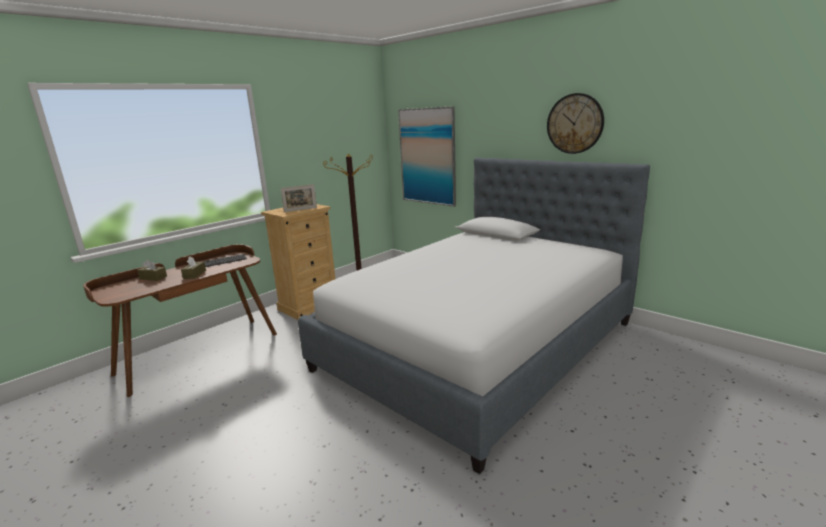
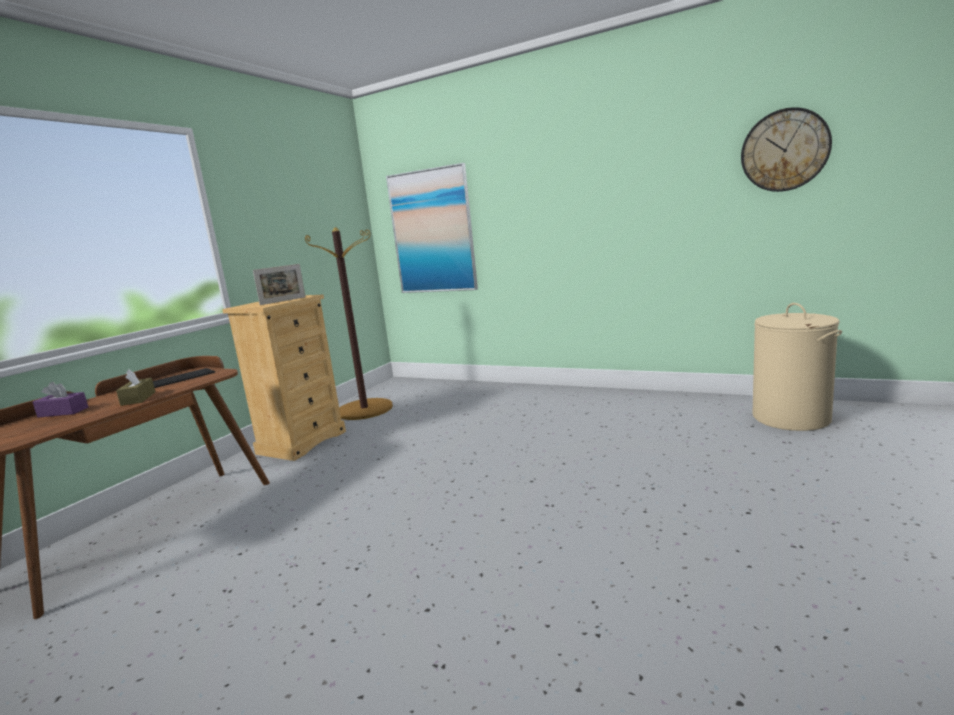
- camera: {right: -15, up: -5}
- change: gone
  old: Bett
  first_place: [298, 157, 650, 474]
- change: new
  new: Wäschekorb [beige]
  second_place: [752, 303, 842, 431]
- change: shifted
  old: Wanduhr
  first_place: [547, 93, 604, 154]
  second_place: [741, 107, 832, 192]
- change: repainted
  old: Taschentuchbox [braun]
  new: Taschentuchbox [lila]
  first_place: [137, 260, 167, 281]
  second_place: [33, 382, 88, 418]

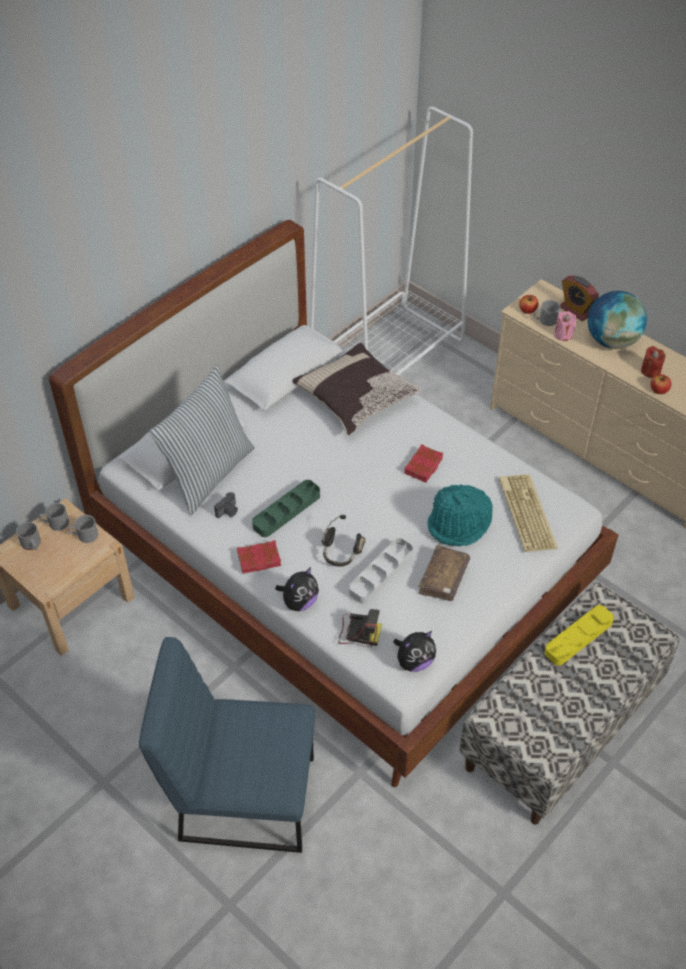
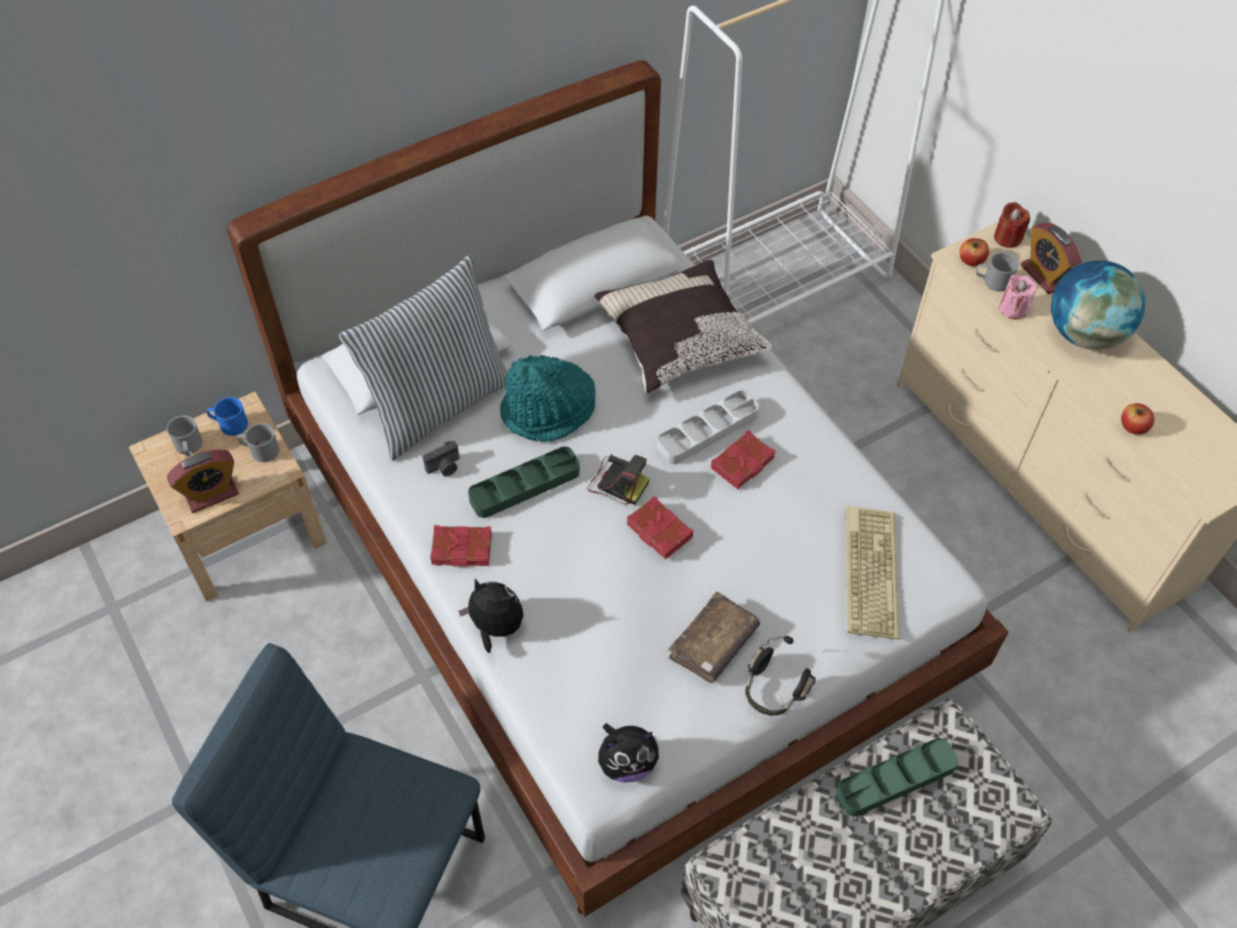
- camera: {right: 15, up: 5}
- change: new
  new: Wecker
  second_place: [167, 450, 239, 513]
- change: new
  new: Buch [rot]
  second_place: [627, 496, 693, 560]
- change: shifted
  old: Kopfhörer [schwarz]
  first_place: [321, 515, 366, 567]
  second_place: [745, 636, 816, 716]
- change: shifted
  old: Kamera
  first_place: [338, 609, 382, 647]
  second_place: [587, 454, 649, 505]
- change: shifted
  old: Tablett [grau]
  first_place: [349, 538, 413, 604]
  second_place: [657, 390, 759, 464]
- change: shifted
  old: Hut [türkis]
  first_place: [428, 484, 493, 546]
  second_place: [500, 355, 596, 442]
- change: shifted
  old: Kerze [rot]
  first_place: [641, 346, 666, 378]
  second_place: [994, 202, 1030, 248]
- change: repainted
  old: Henkelbecher [grau]
  new: Henkelbecher [blau]
  first_place: [39, 503, 69, 531]
  second_place: [207, 397, 248, 436]
- change: repainted
  old: Tablett [gelb]
  new: Tablett [grün]
  first_place: [545, 605, 614, 666]
  second_place: [836, 738, 958, 816]
- change: rotated
  old: Plüschtier
  first_place: [275, 567, 319, 611]
  second_place: [458, 579, 523, 653]
  degrees: -120

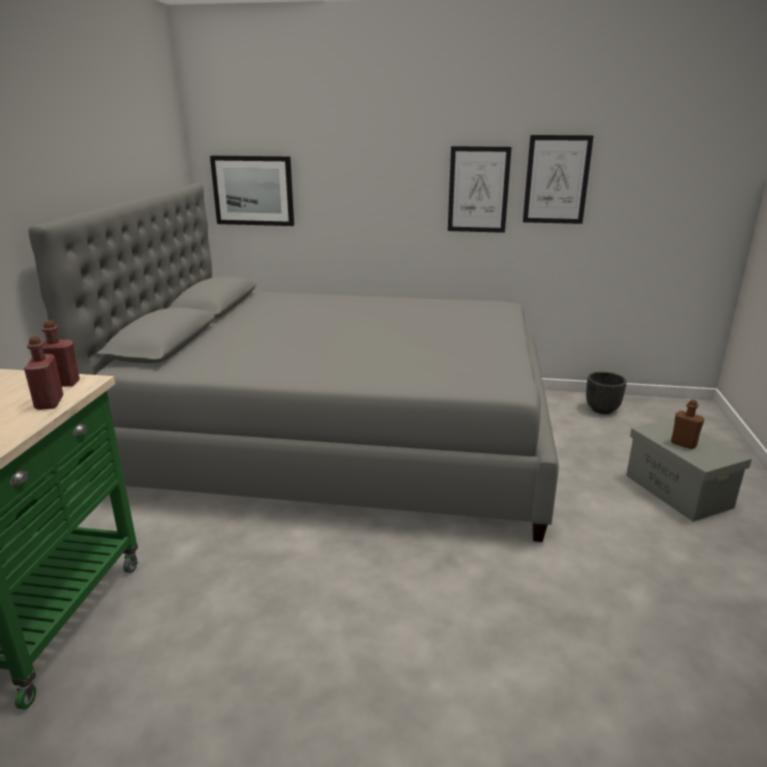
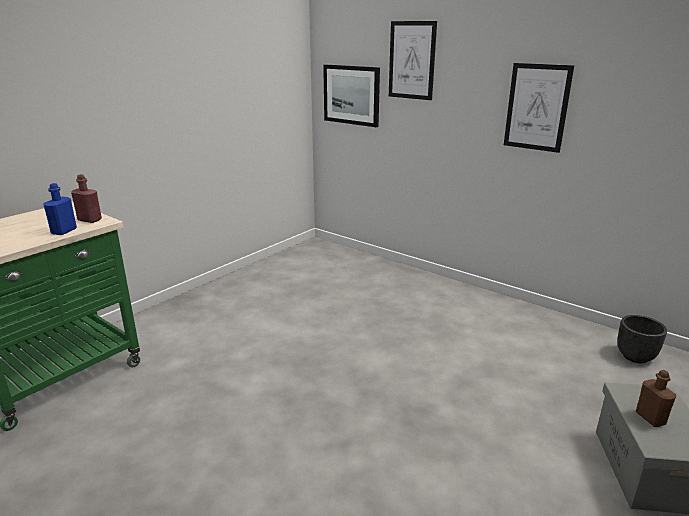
- camera: {right: 30, up: 0}
- change: gone
  old: Bett [grau]
  first_place: [28, 183, 559, 542]
- change: shifted
  old: Bild
  first_place: [523, 135, 594, 224]
  second_place: [389, 21, 437, 100]
- change: repainted
  old: Flasche [rot]
  new: Flasche [blau]
  first_place: [24, 336, 64, 410]
  second_place: [43, 183, 77, 235]

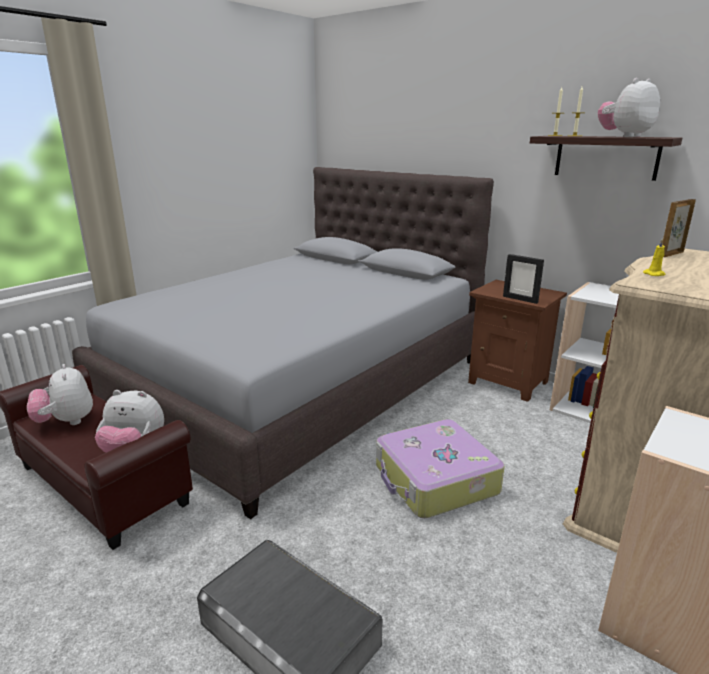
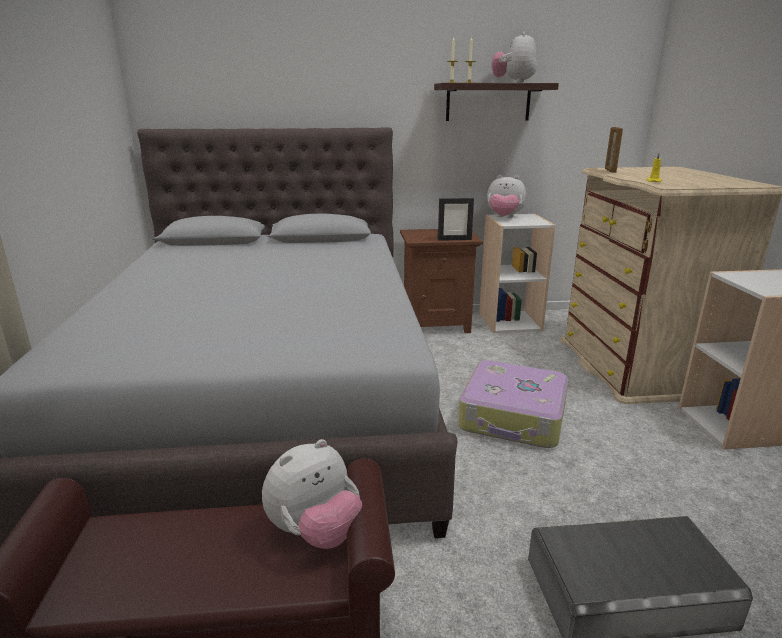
- camera: {right: -45, up: 0}
- change: shifted
  old: Plüschtier
  first_place: [27, 364, 93, 425]
  second_place: [487, 175, 526, 218]

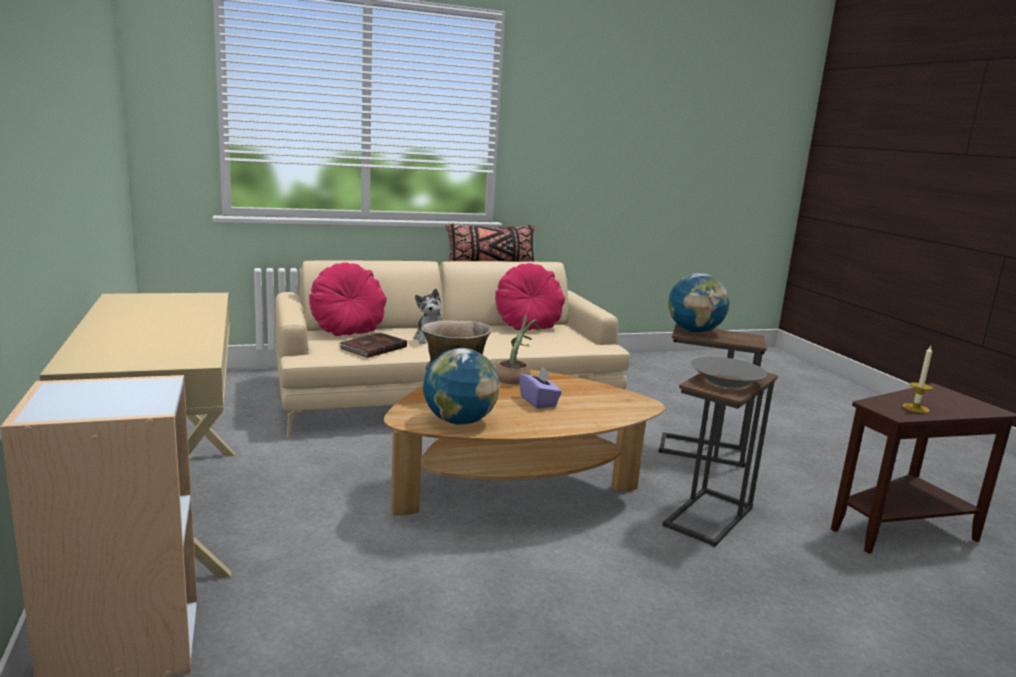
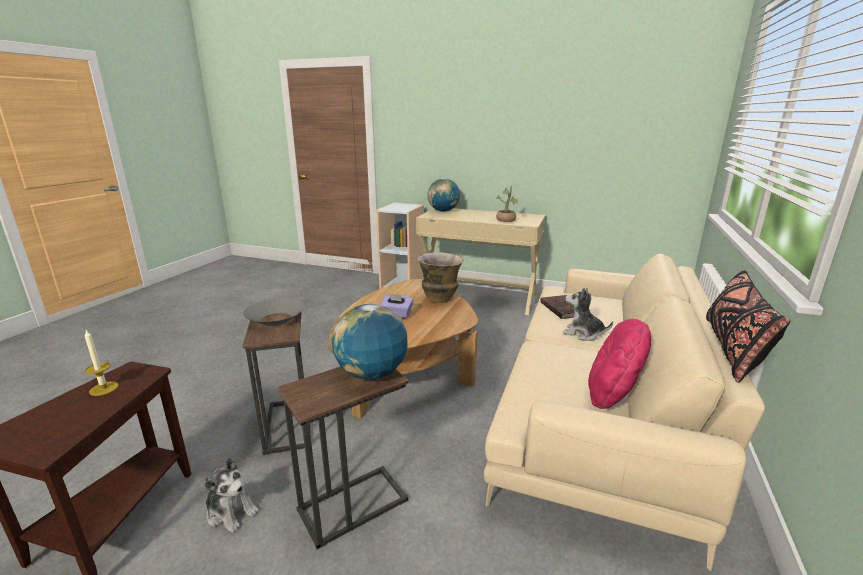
- camera: {right: 130, up: 5}
- change: gone
  old: Kissen [rosa]
  first_place: [309, 262, 386, 336]
- change: new
  new: Plüschtier
  second_place: [205, 458, 259, 533]
- change: shifted
  old: Globus
  first_place: [423, 348, 499, 425]
  second_place: [427, 179, 460, 212]
- change: shifted
  old: Topfpflanze
  first_place: [495, 315, 541, 385]
  second_place: [496, 186, 518, 222]

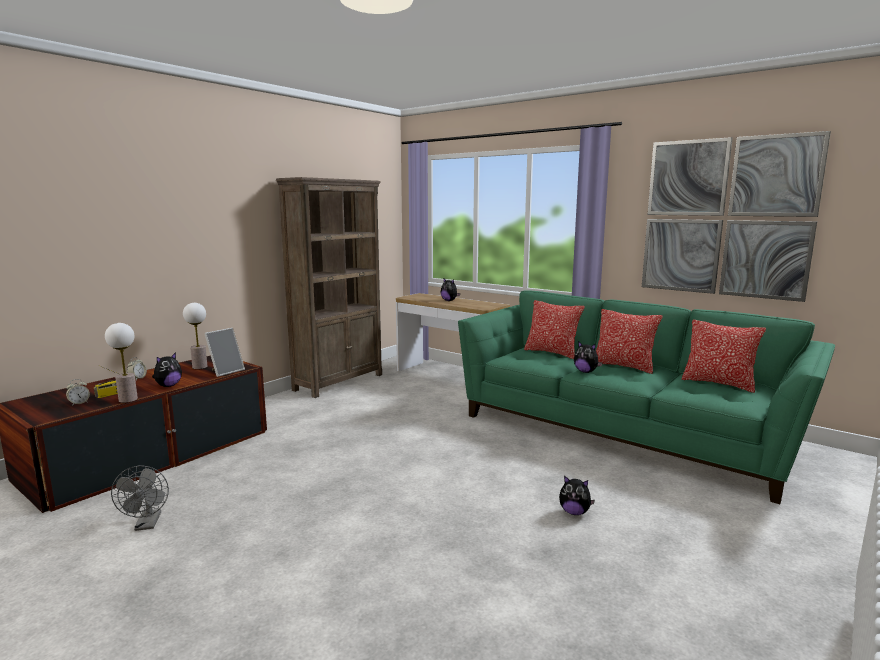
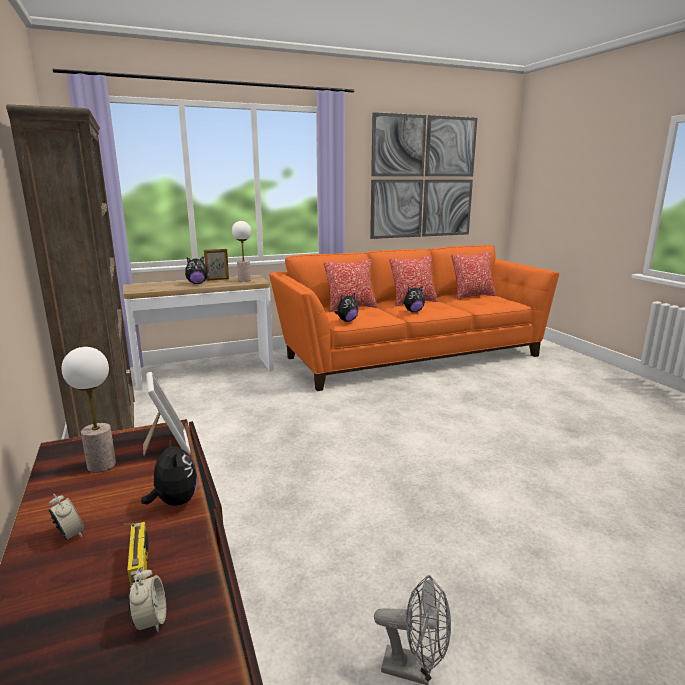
- camera: {right: -60, up: 5}
- change: new
  new: Bilderrahmen
  second_place: [204, 249, 229, 281]
- change: shifted
  old: Tischlampe
  first_place: [105, 323, 138, 403]
  second_place: [232, 221, 251, 282]
- change: shifted
  old: Plüschtier
  first_place: [559, 476, 595, 515]
  second_place: [334, 293, 358, 322]
- change: repainted
  old: Sofa [grün]
  new: Sofa [orange]
  first_place: [458, 290, 835, 504]
  second_place: [269, 245, 559, 391]

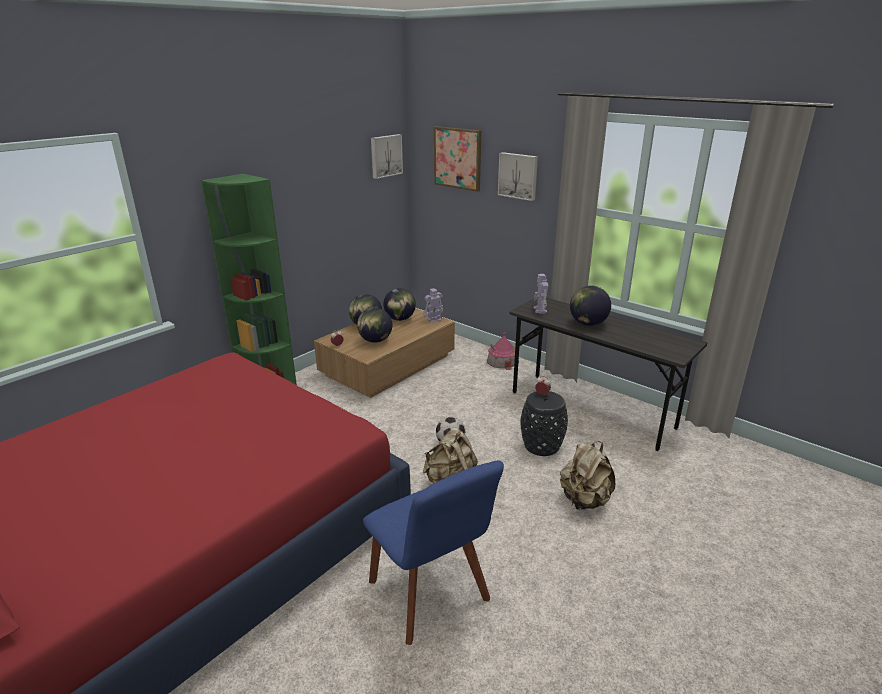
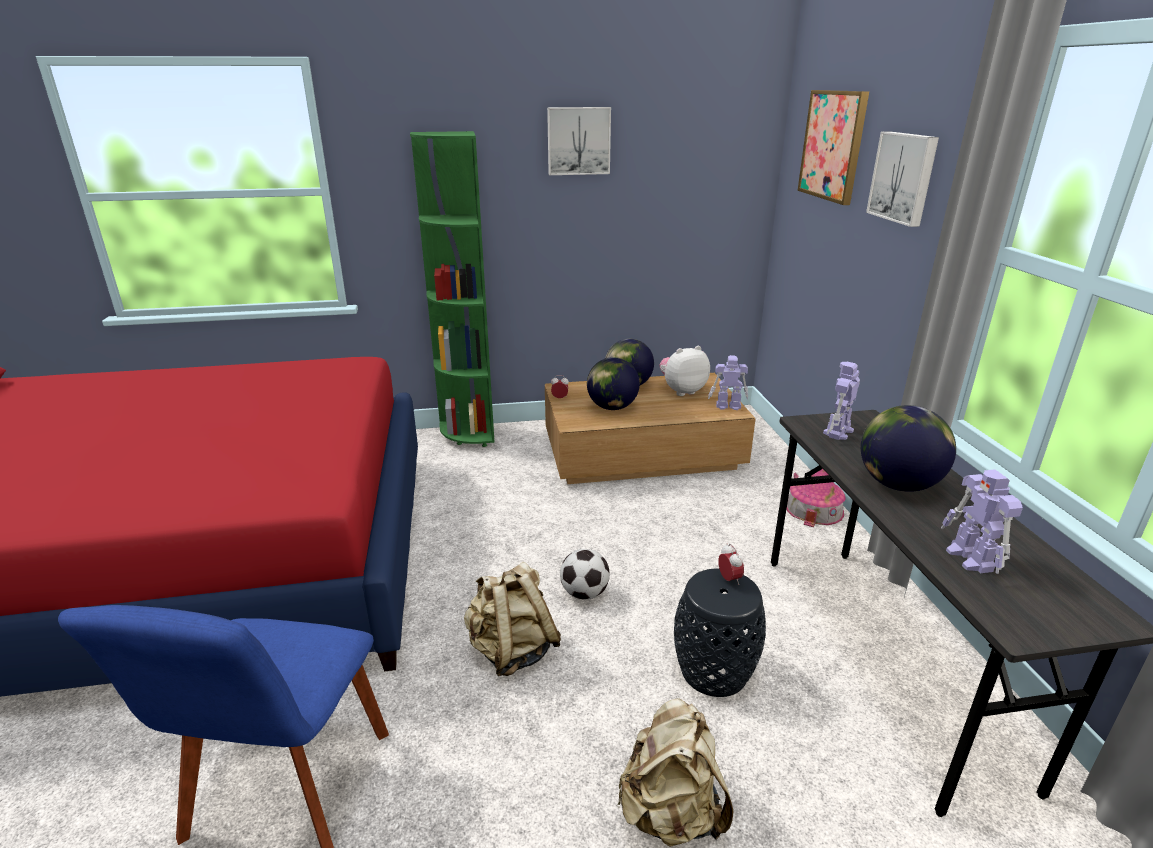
- camera: {right: 40, up: 0}
- change: new
  new: Spielzeugroboter
  second_place: [941, 469, 1023, 574]
- change: shifted
  old: Bild
  first_place: [371, 134, 403, 179]
  second_place: [547, 107, 611, 175]
- change: swapped
  old: Globus
  new: Plüschtier
  first_place: [383, 288, 416, 321]
  second_place: [660, 346, 710, 396]

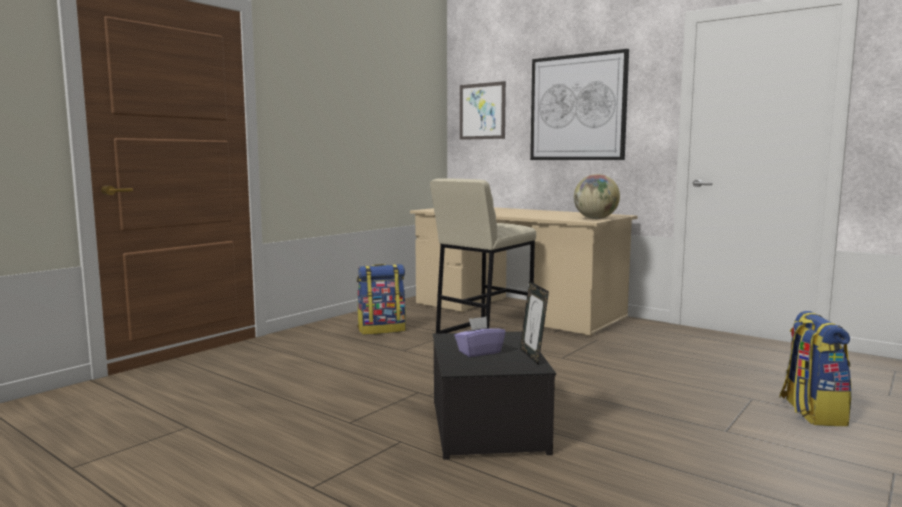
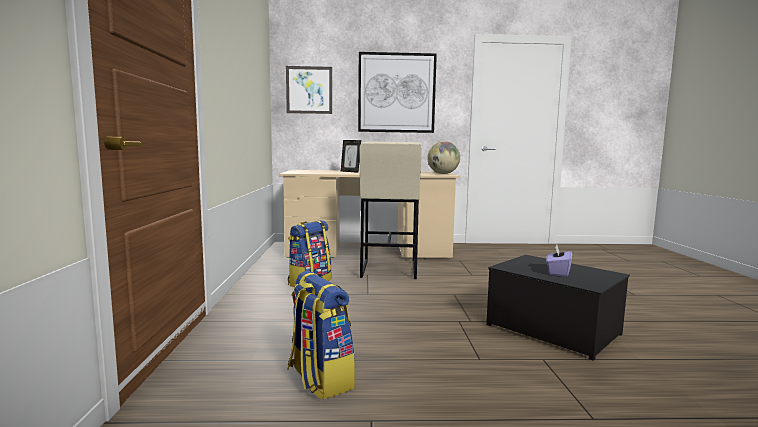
- camera: {right: -40, up: 0}
- change: shifted
  old: Bilderrahmen
  first_place: [520, 281, 549, 365]
  second_place: [341, 140, 361, 173]
- change: shifted
  old: Rucksack
  first_place: [779, 311, 852, 426]
  second_place: [287, 271, 355, 400]

